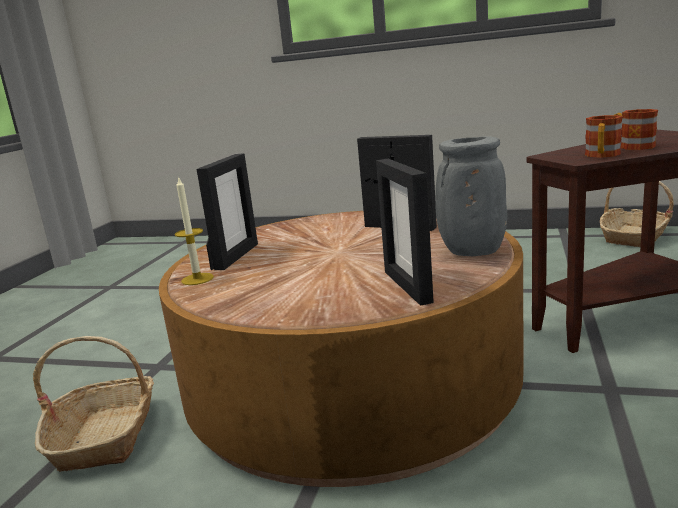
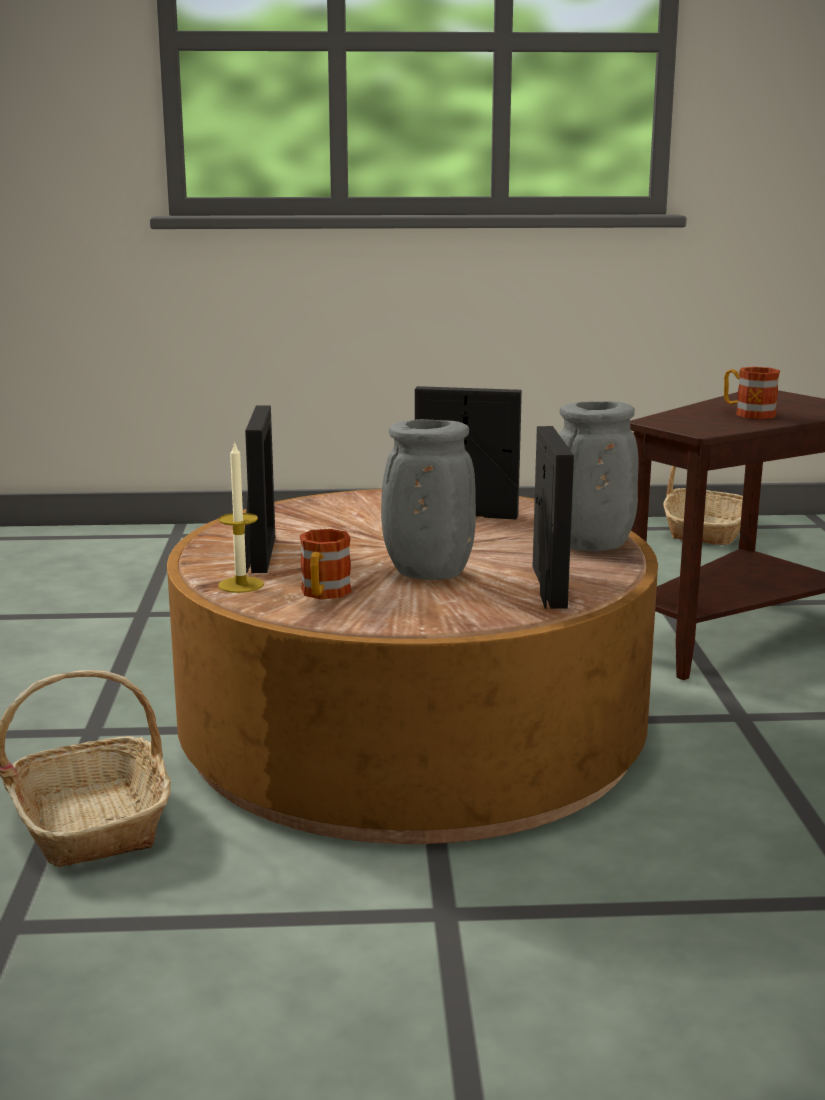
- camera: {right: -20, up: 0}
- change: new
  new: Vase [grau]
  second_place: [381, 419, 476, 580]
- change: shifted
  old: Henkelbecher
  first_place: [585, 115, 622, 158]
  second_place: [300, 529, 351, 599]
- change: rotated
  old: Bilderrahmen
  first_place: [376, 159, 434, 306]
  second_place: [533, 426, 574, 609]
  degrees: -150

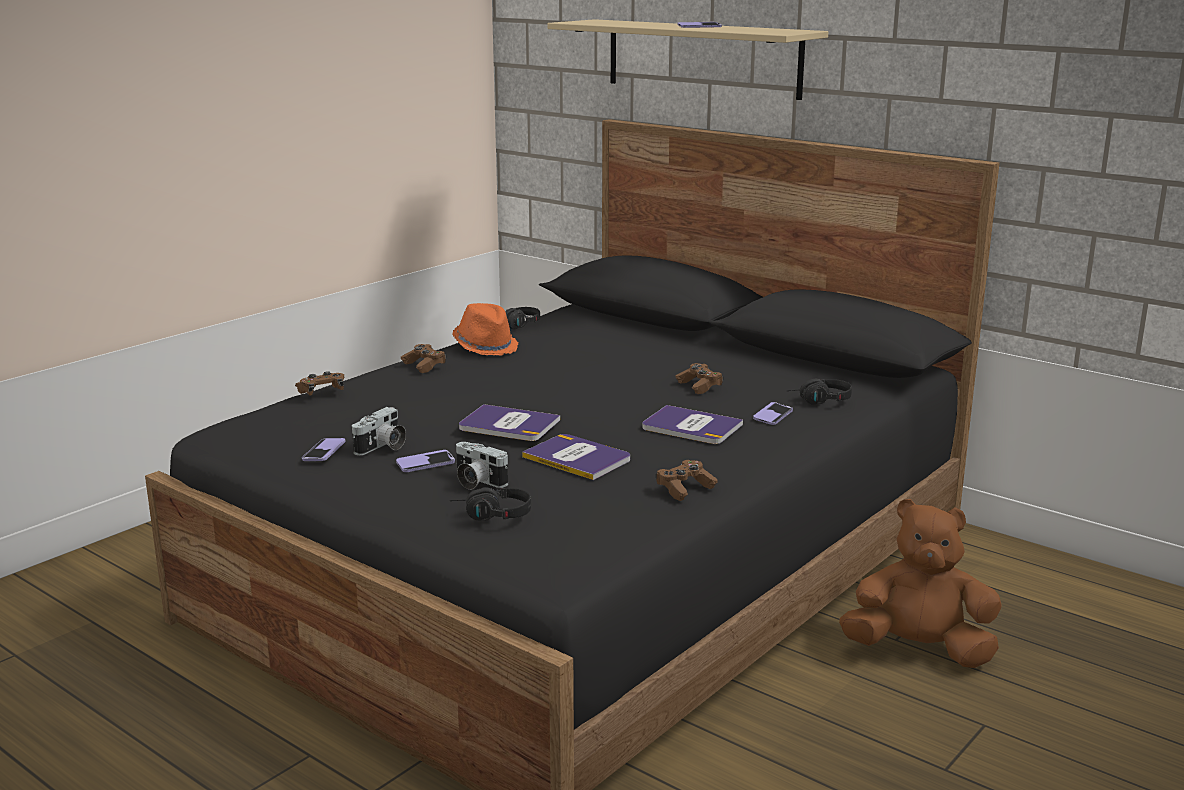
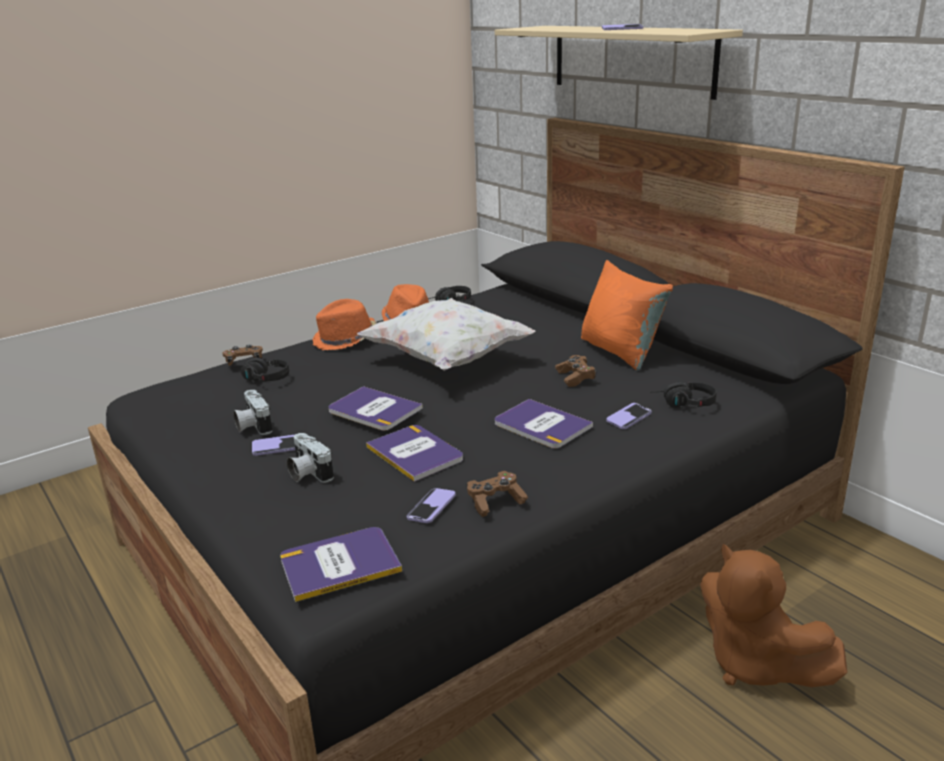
- camera: {right: 15, up: 5}
- change: new
  new: Buch
  second_place: [280, 527, 402, 602]
- change: new
  new: Kissen [weiß]
  second_place: [357, 298, 535, 371]
- change: new
  new: Kissen [orange]
  second_place: [581, 260, 673, 371]
- change: shifted
  old: Handy
  first_place: [302, 438, 346, 461]
  second_place: [407, 488, 456, 523]
- change: shifted
  old: Kopfhörer [schwarz]
  first_place: [450, 487, 531, 521]
  second_place: [235, 358, 289, 382]
- change: swapped
  old: Gamepad [braun]
  new: Hut [orange]
  first_place: [401, 344, 446, 373]
  second_place: [313, 299, 377, 350]
- change: rotated
  old: Kamera
  first_place: [352, 407, 406, 455]
  second_place: [233, 390, 272, 435]
  degrees: 105
- change: rotated
  old: Plüschtier [braun]
  first_place: [839, 499, 1002, 668]
  second_place: [700, 544, 848, 687]
  degrees: -150

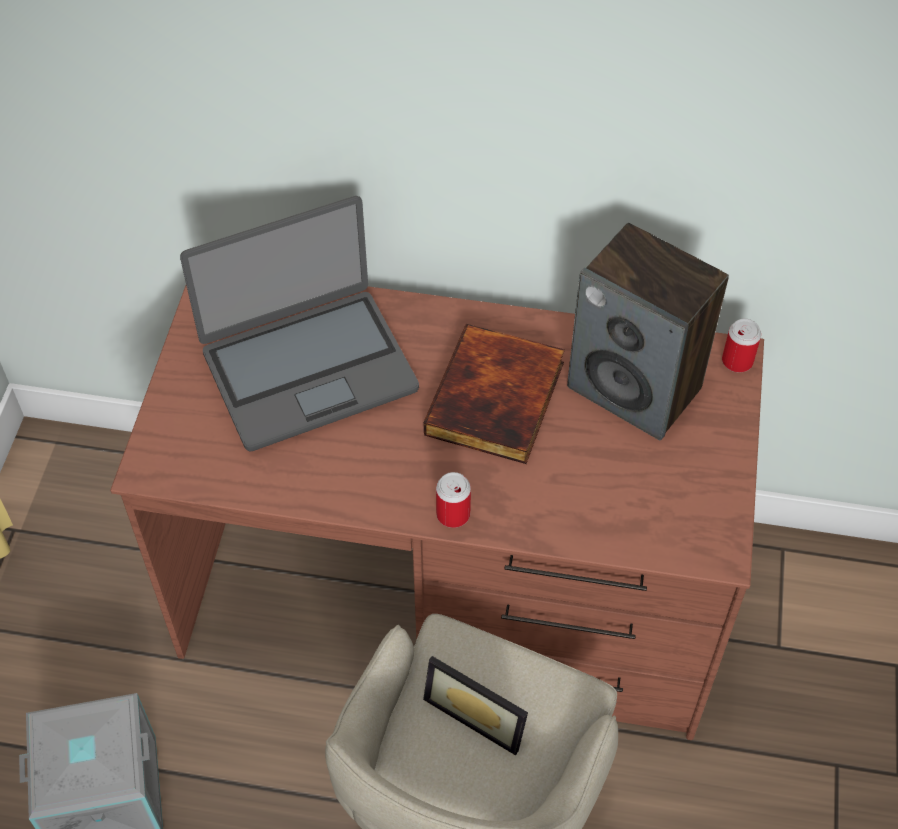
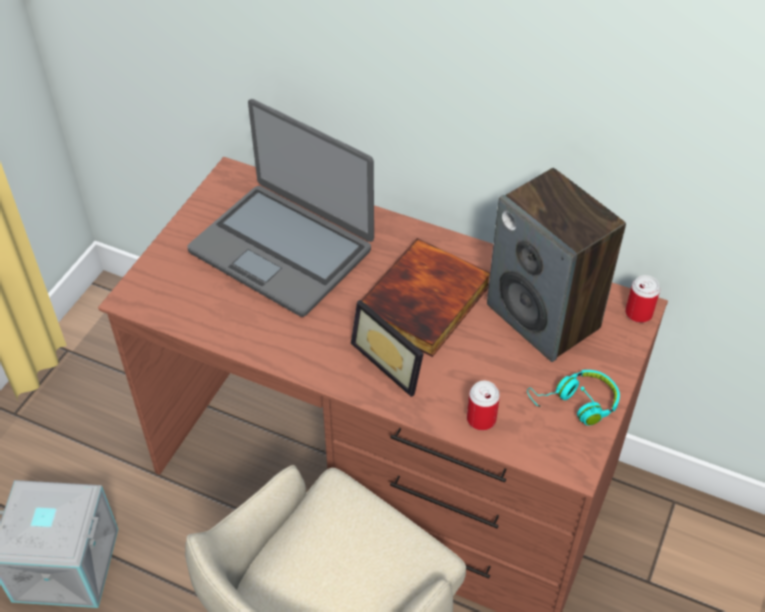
- camera: {right: 15, up: -5}
- change: new
  new: Kopfhörer [türkis]
  second_place: [527, 370, 620, 426]
- change: shifted
  old: Bilderrahmen
  first_place: [423, 656, 528, 755]
  second_place: [351, 300, 424, 397]
- change: shifted
  old: Dose
  first_place: [436, 472, 471, 528]
  second_place: [467, 381, 500, 431]
- change: rotated
  old: Laptop
  first_place: [180, 196, 419, 452]
  second_place: [187, 99, 374, 317]
  degrees: 45

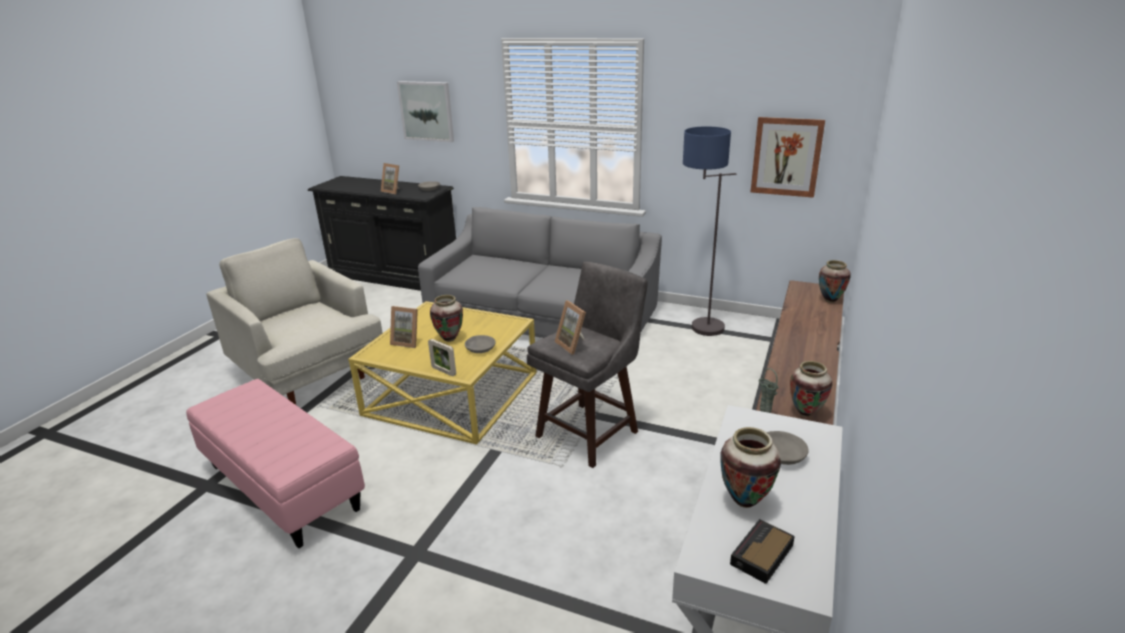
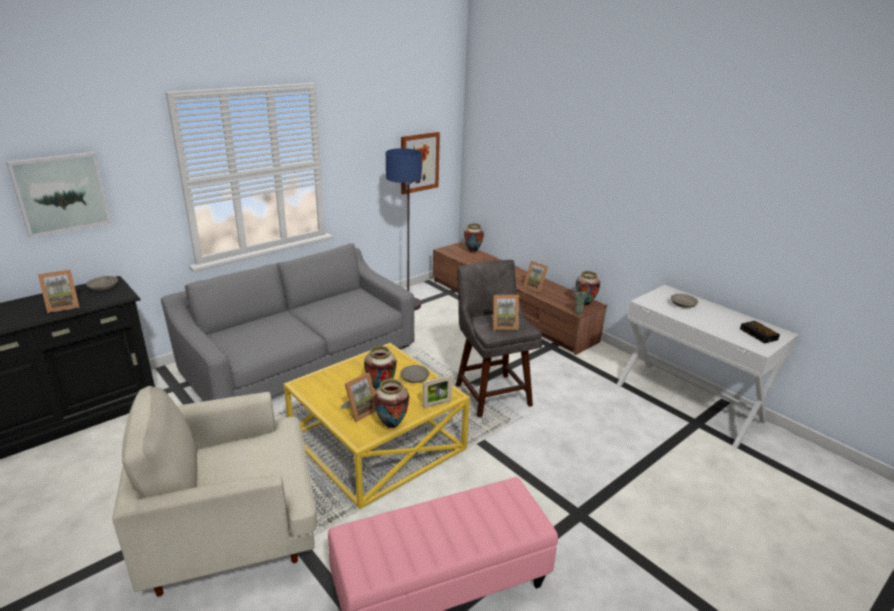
- camera: {right: -65, up: 0}
- change: new
  new: Bilderrahmen
  second_place: [524, 261, 548, 292]
- change: shifted
  old: Vase
  first_place: [721, 427, 781, 508]
  second_place: [374, 379, 409, 429]

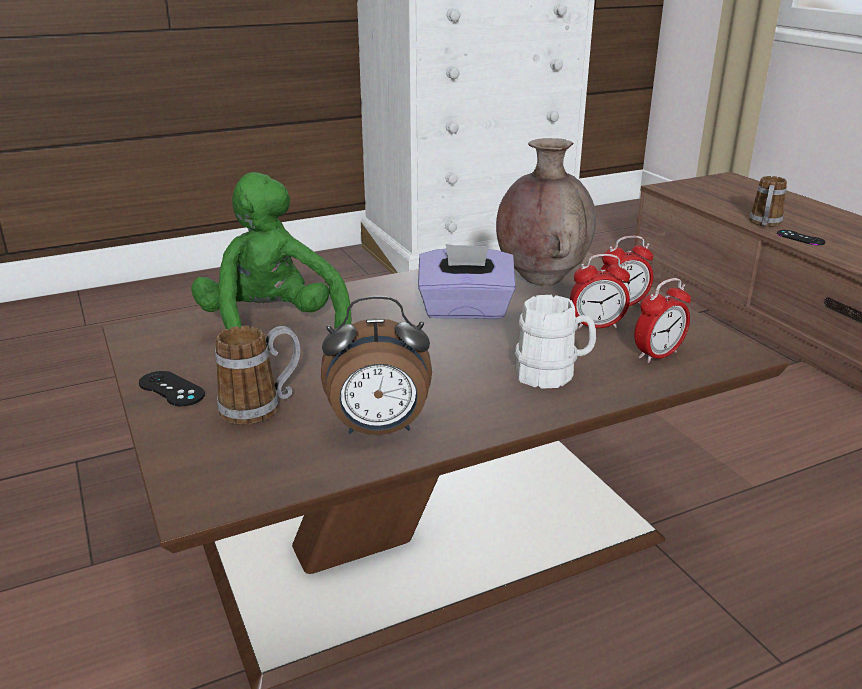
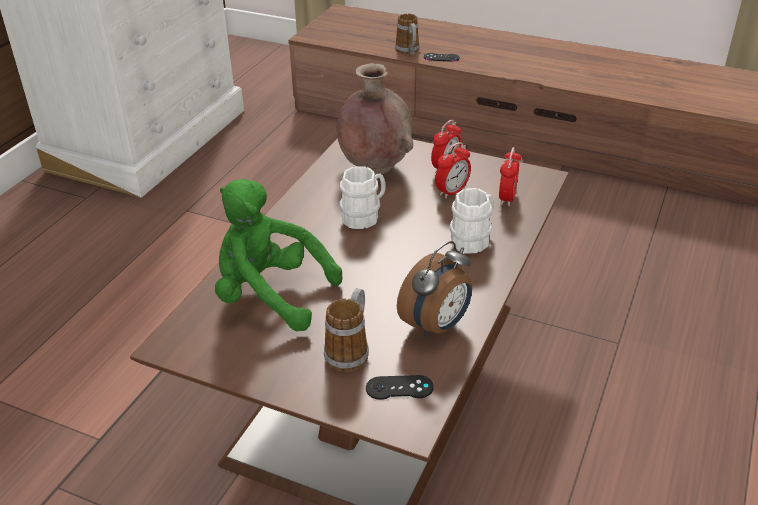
- camera: {right: -40, up: 10}
- change: shifted
  old: Gamepad [schwarz]
  first_place: [139, 371, 205, 406]
  second_place: [366, 375, 434, 400]
- change: swapped
  old: Taschentuchbox [lila]
  new: Henkelbecher [weiß]
  first_place: [418, 244, 516, 319]
  second_place: [340, 166, 386, 229]

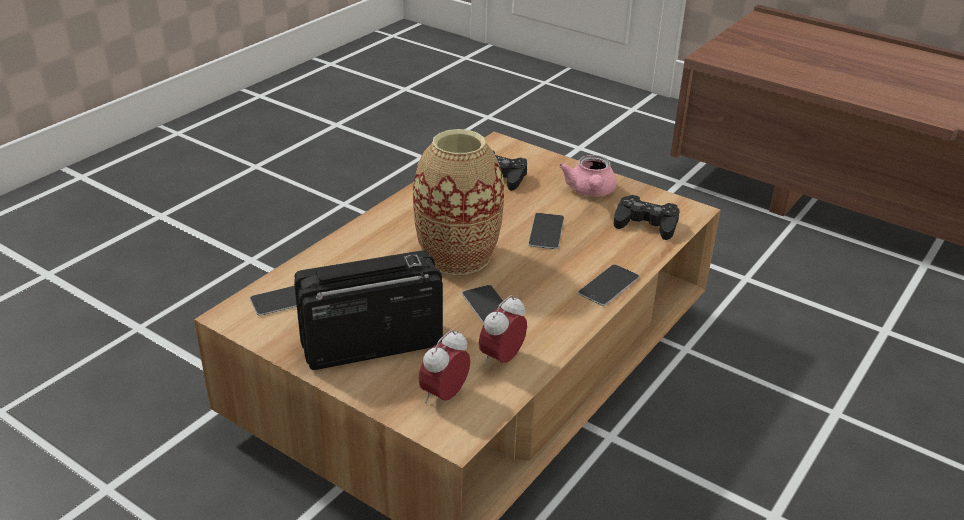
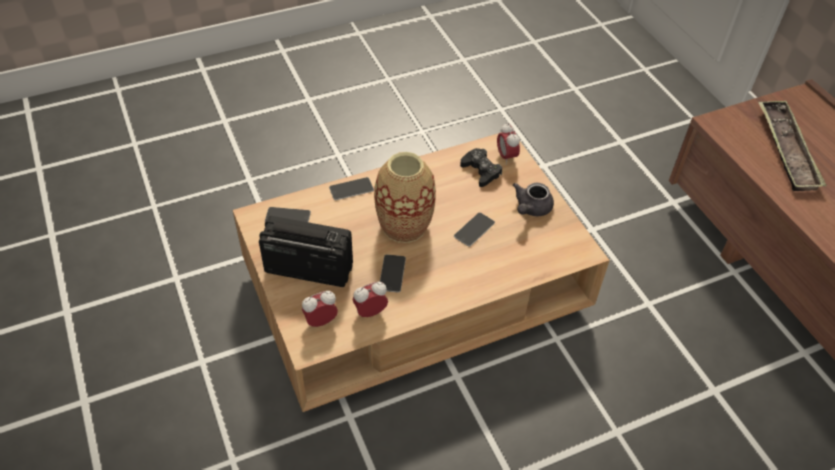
- camera: {right: 30, up: 15}
- change: gone
  old: Gamepad [schwarz]
  first_place: [614, 195, 680, 240]
- change: new
  new: Wecker
  second_place: [497, 123, 520, 165]
- change: new
  new: Tablett
  second_place: [758, 100, 826, 191]
- change: shifted
  old: Handy
  first_place: [578, 264, 639, 306]
  second_place: [329, 177, 374, 200]
- change: repainted
  old: Teekanne [rosa]
  new: Teekanne [grau]
  first_place: [559, 155, 617, 197]
  second_place: [513, 183, 554, 216]

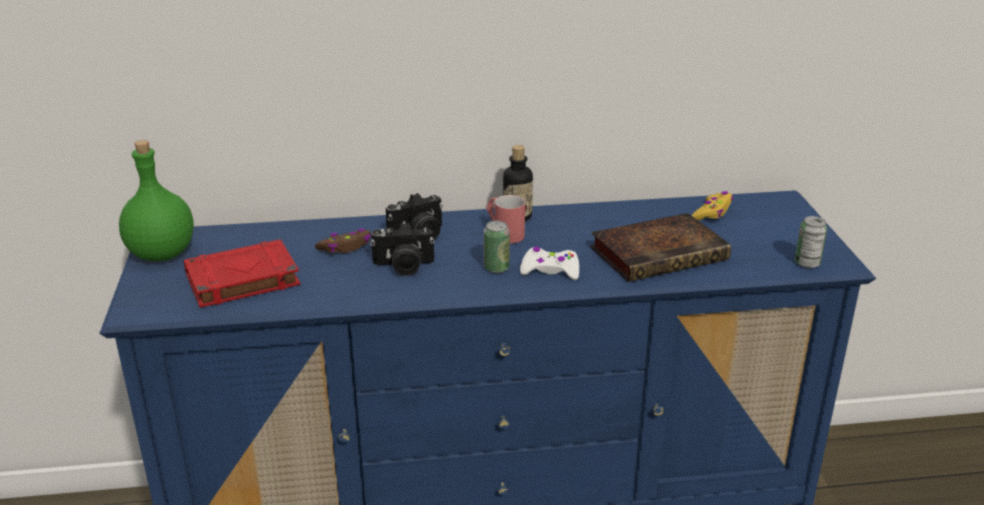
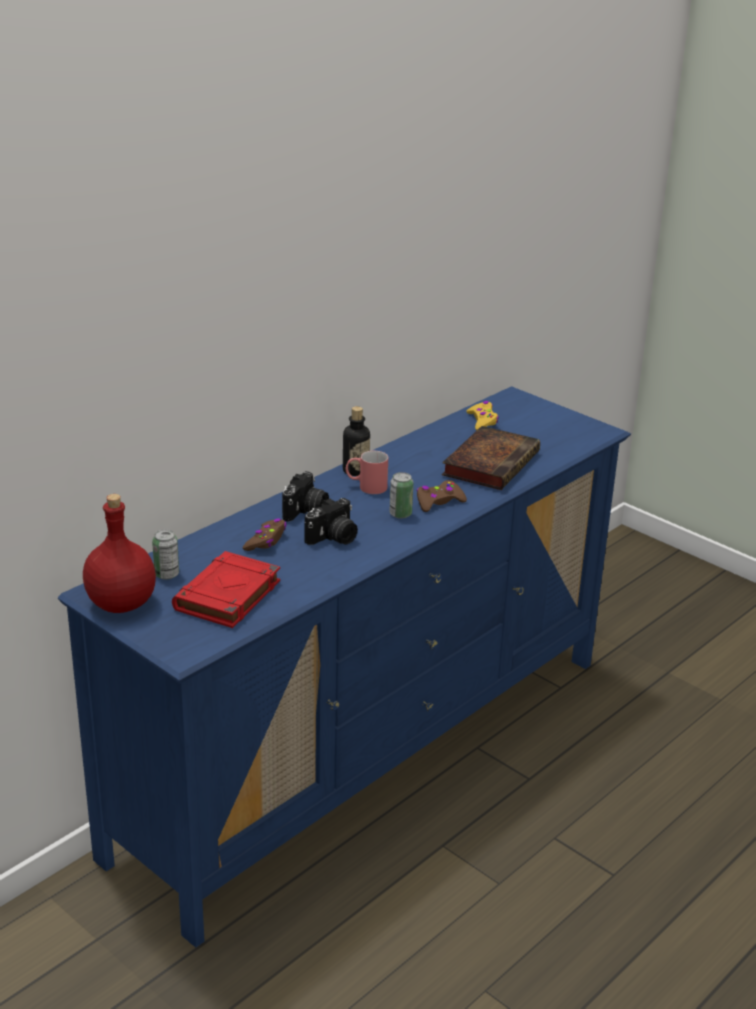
- camera: {right: -40, up: 0}
- change: shifted
  old: Dose
  first_place: [795, 216, 827, 268]
  second_place: [152, 530, 179, 580]
- change: repainted
  old: Flasche [grün]
  new: Flasche [rot]
  first_place: [119, 140, 194, 261]
  second_place: [83, 494, 156, 613]
- change: repainted
  old: Gamepad [weiß]
  new: Gamepad [braun]
  first_place: [520, 247, 579, 280]
  second_place: [417, 480, 467, 512]

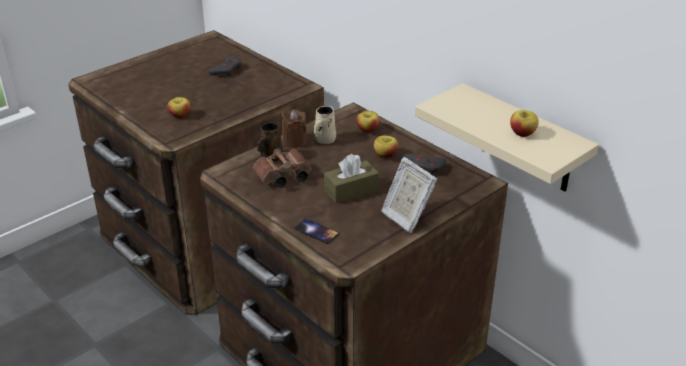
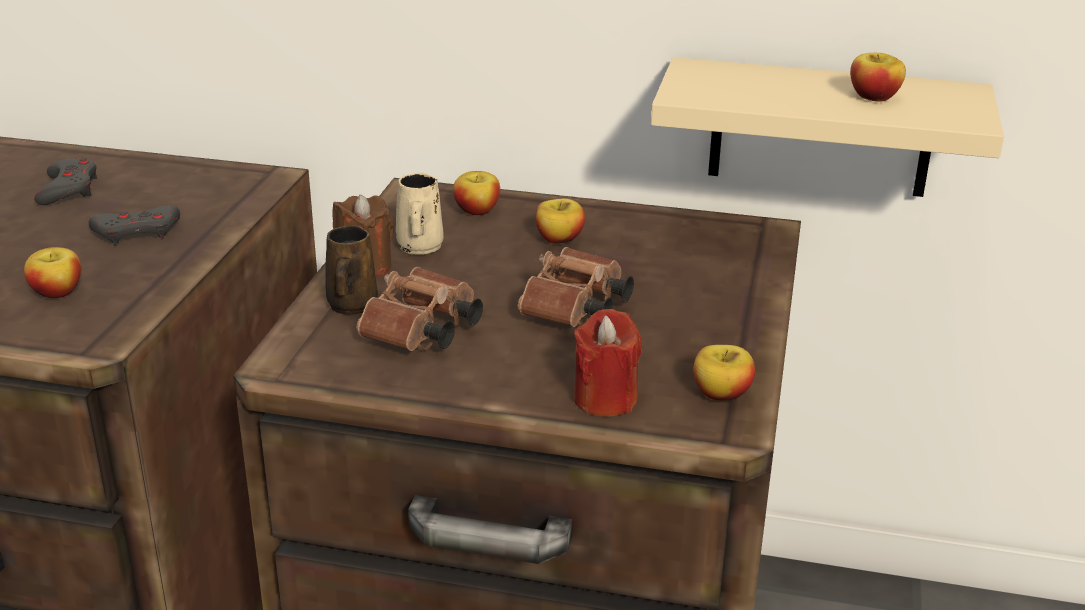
- camera: {right: -35, up: -5}
- change: gone
  old: Bilderrahmen
  first_place: [381, 157, 437, 233]
- change: new
  new: Apfel
  second_place: [693, 345, 755, 401]
- change: shifted
  old: Gamepad [grau]
  first_place: [403, 153, 447, 176]
  second_place: [89, 205, 180, 246]
- change: swapped
  old: Handy
  new: Kerze [rot]
  first_place: [295, 219, 339, 244]
  second_place: [574, 309, 642, 417]
- change: swapped
  old: Taschentuchbox [braun]
  new: Fernglas [braun]
  first_place: [324, 154, 379, 203]
  second_place: [518, 247, 634, 327]

